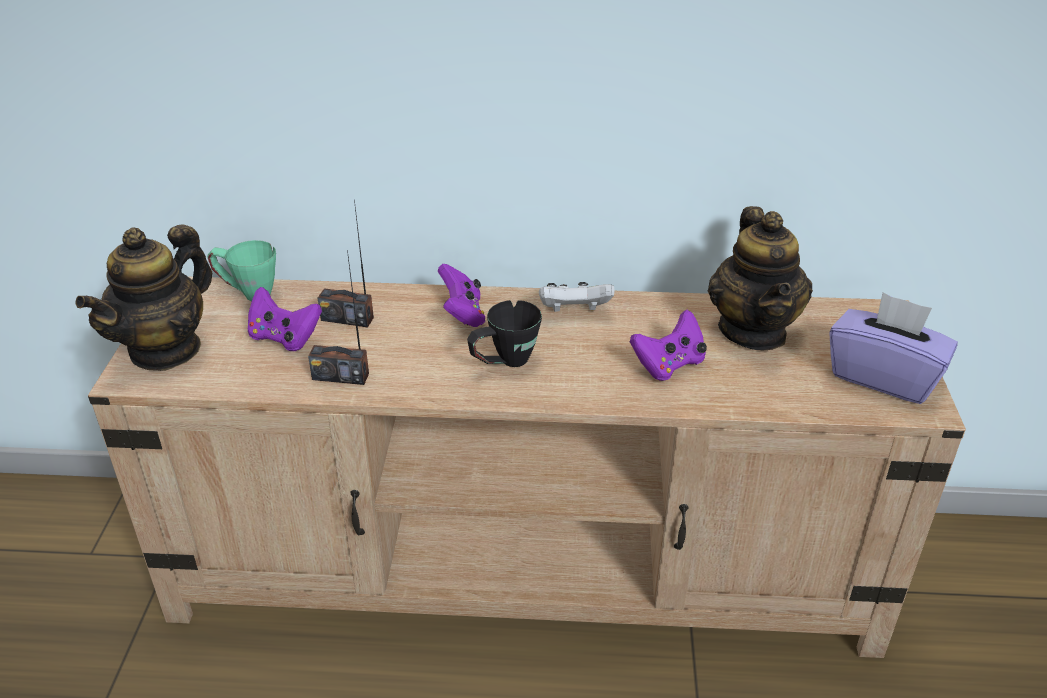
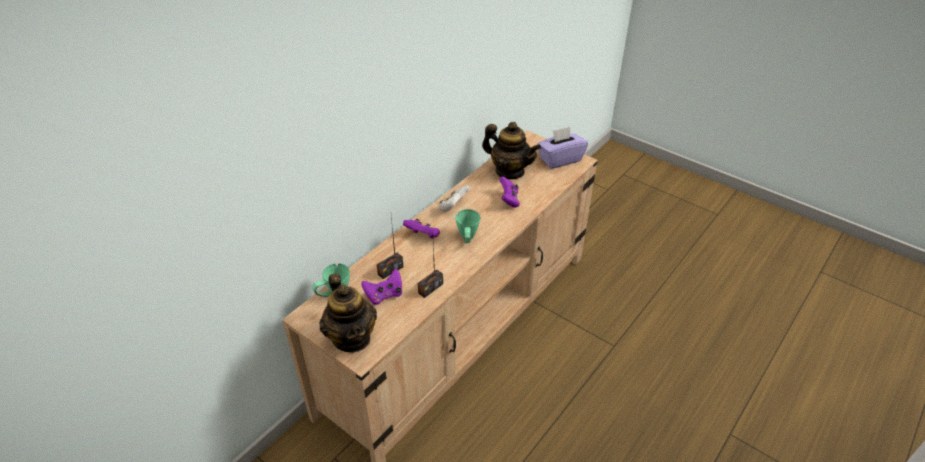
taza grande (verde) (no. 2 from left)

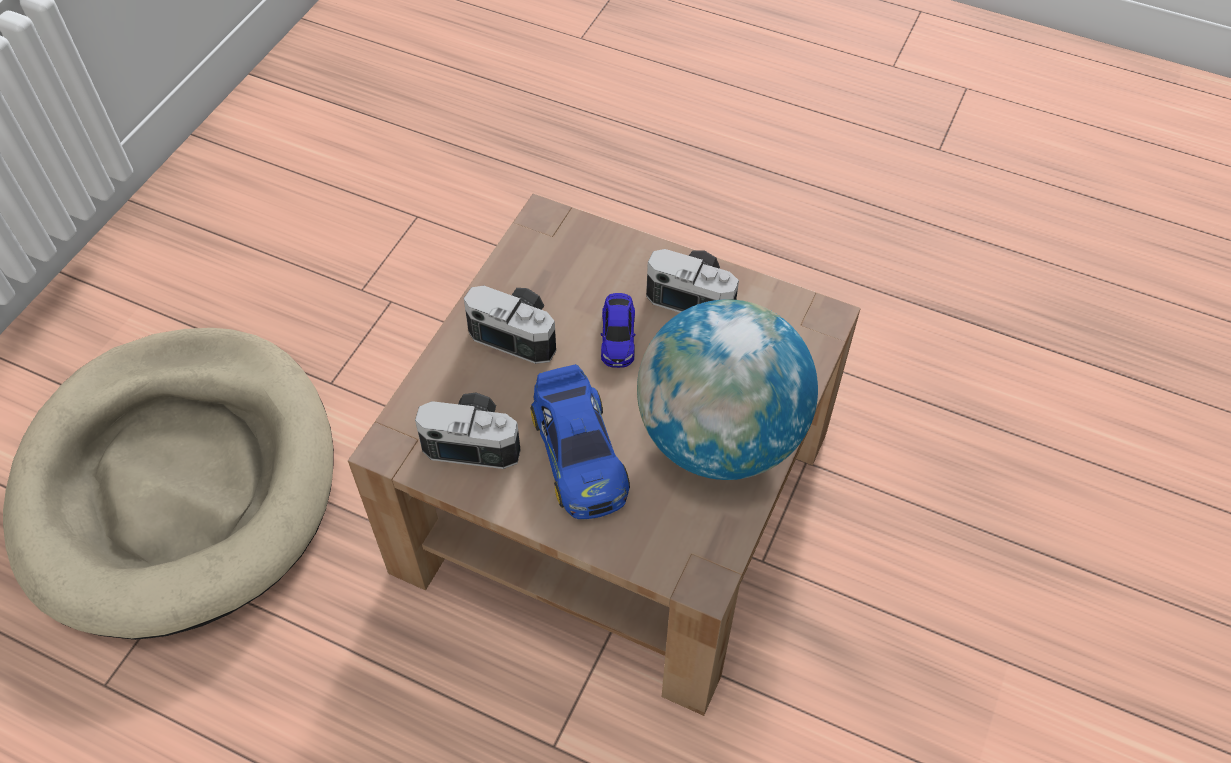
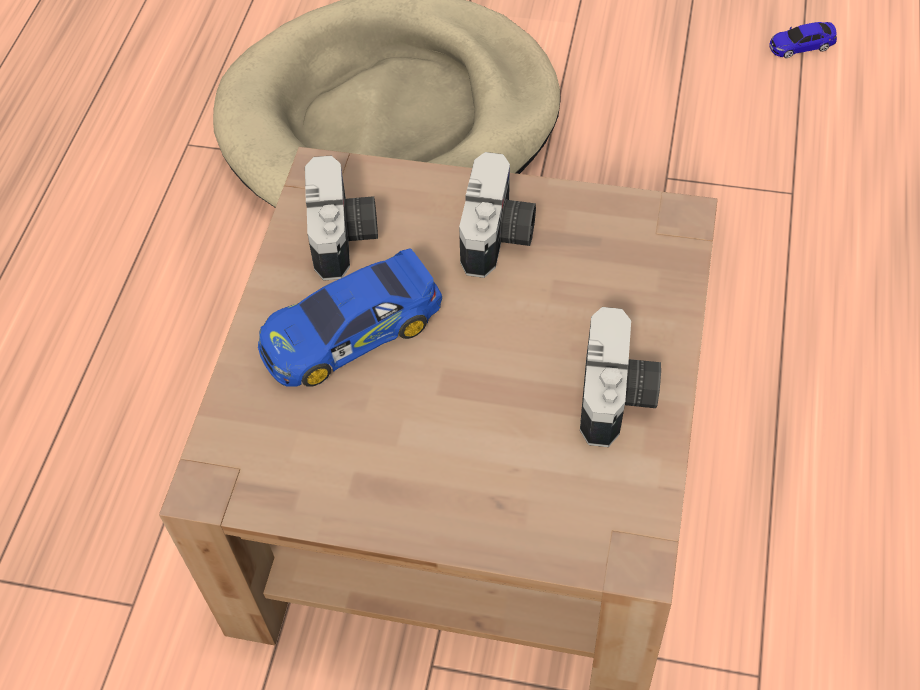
coche de juguete (no. 2 from left)
globo terráqueo

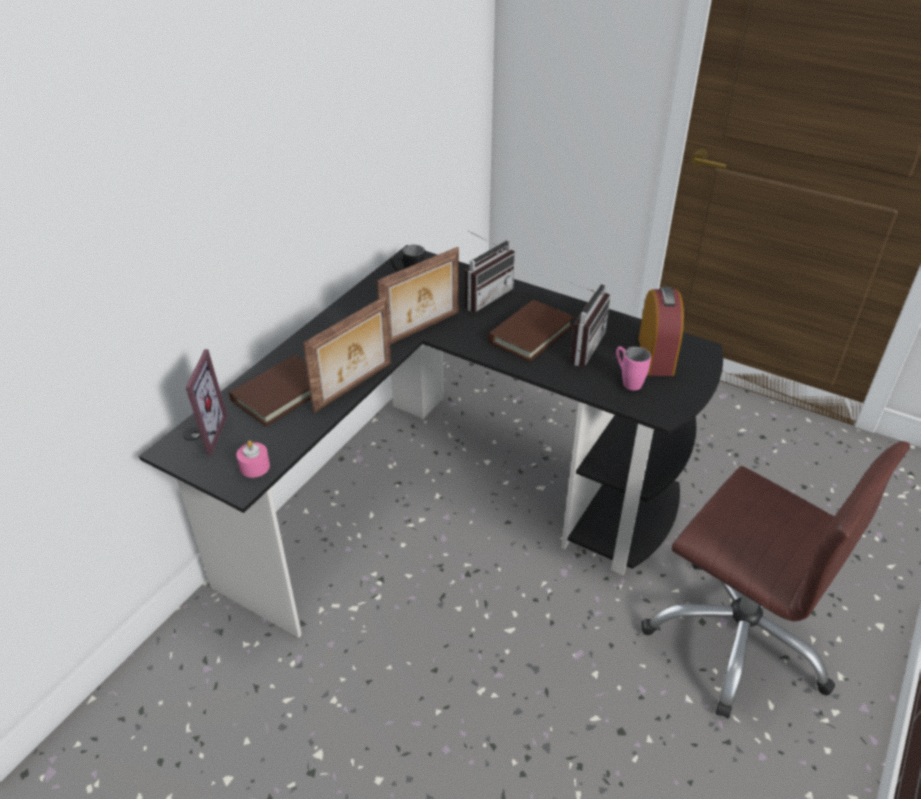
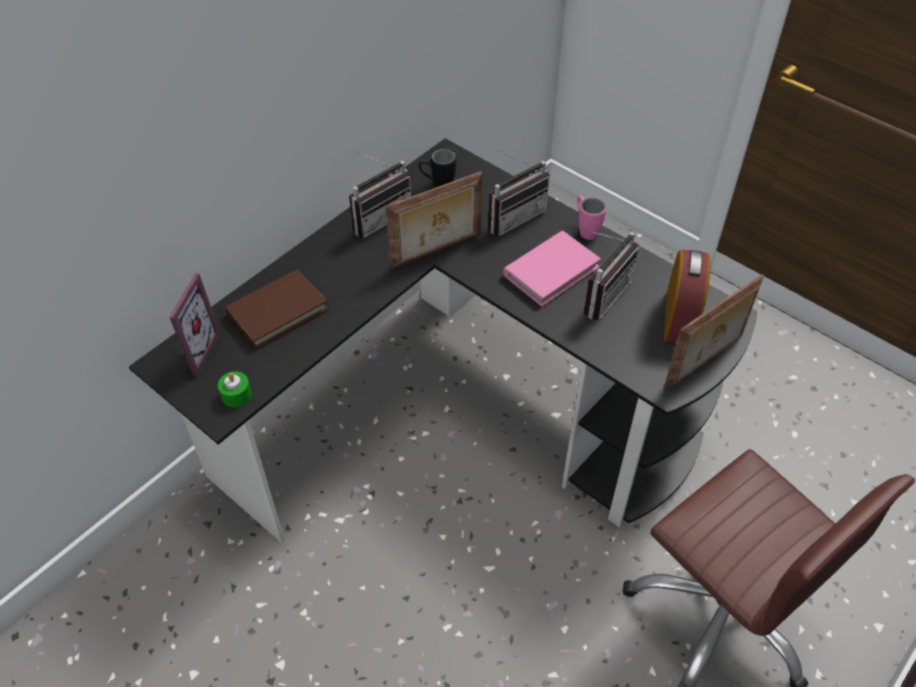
portarretratos (no. 3 from left)
libro (rosa)
taza grande (rosa)
vela (verde)
radio (no. 1 from left)

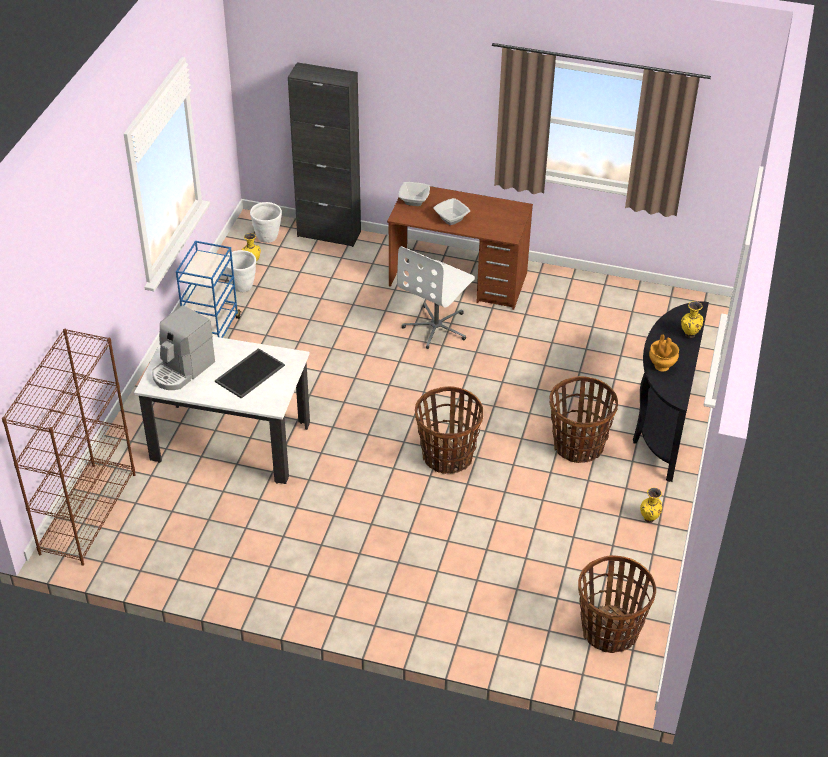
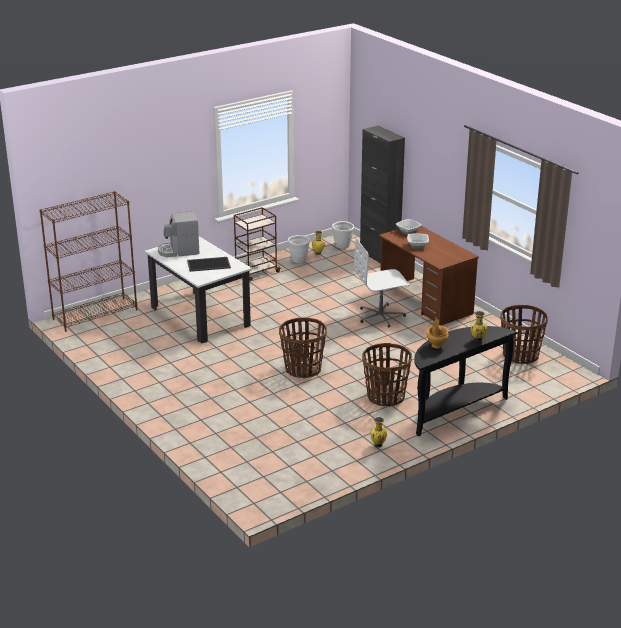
carrito (marrón)
cesta (no. 3 from left)

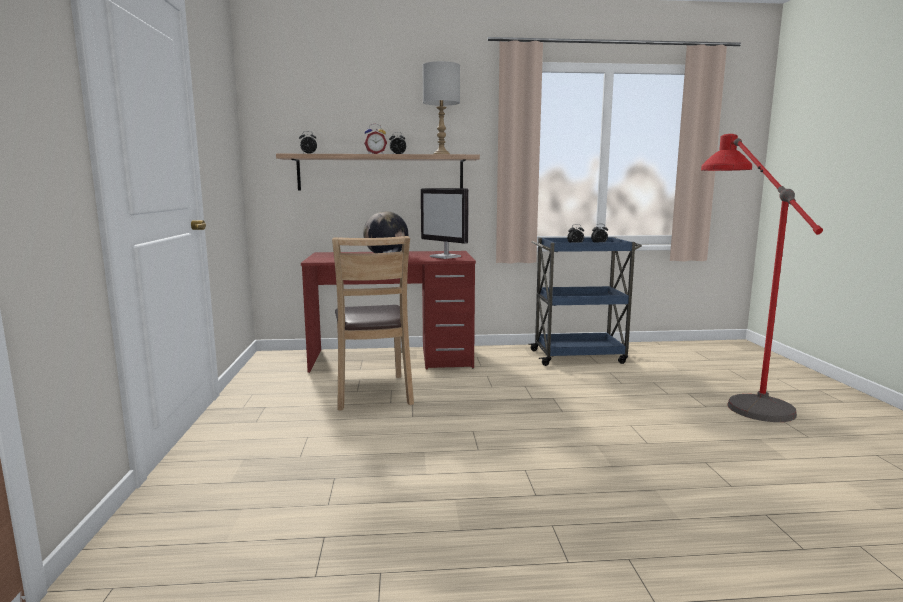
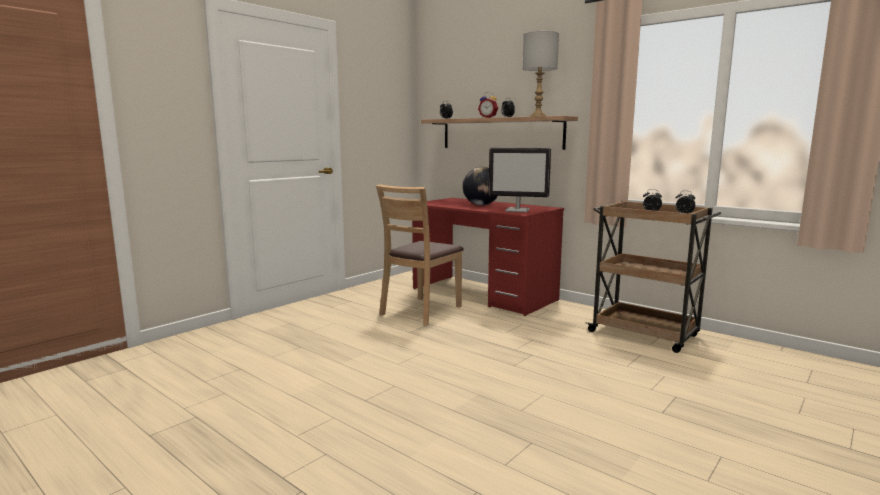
lámpara de pie (rojo)
monitor
carrito (marrón)

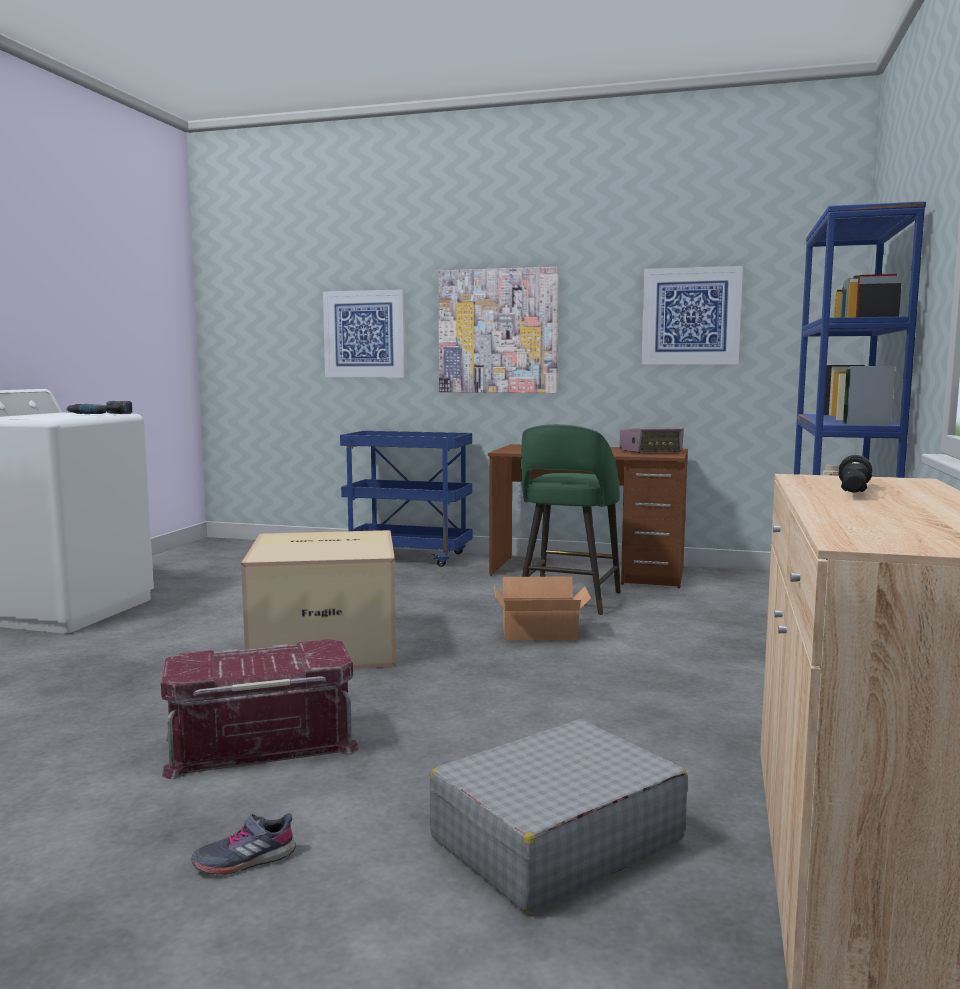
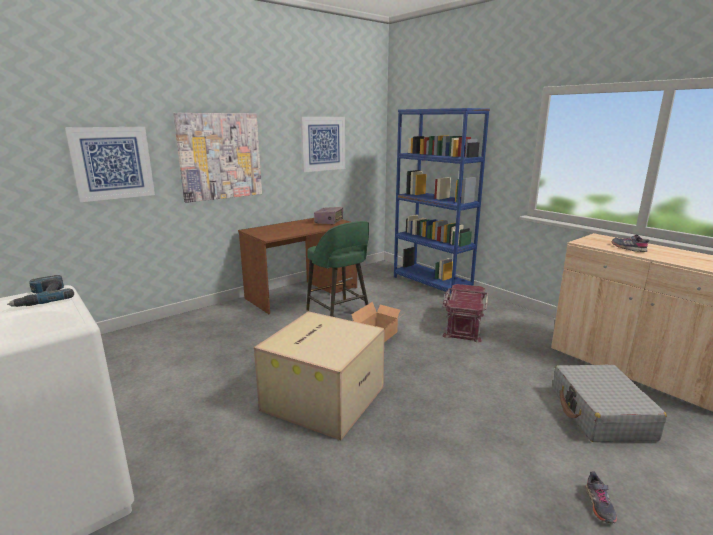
carrito (azul)
zapato (gris) (no. 2 from left)
caja de almacenaje (rojo)

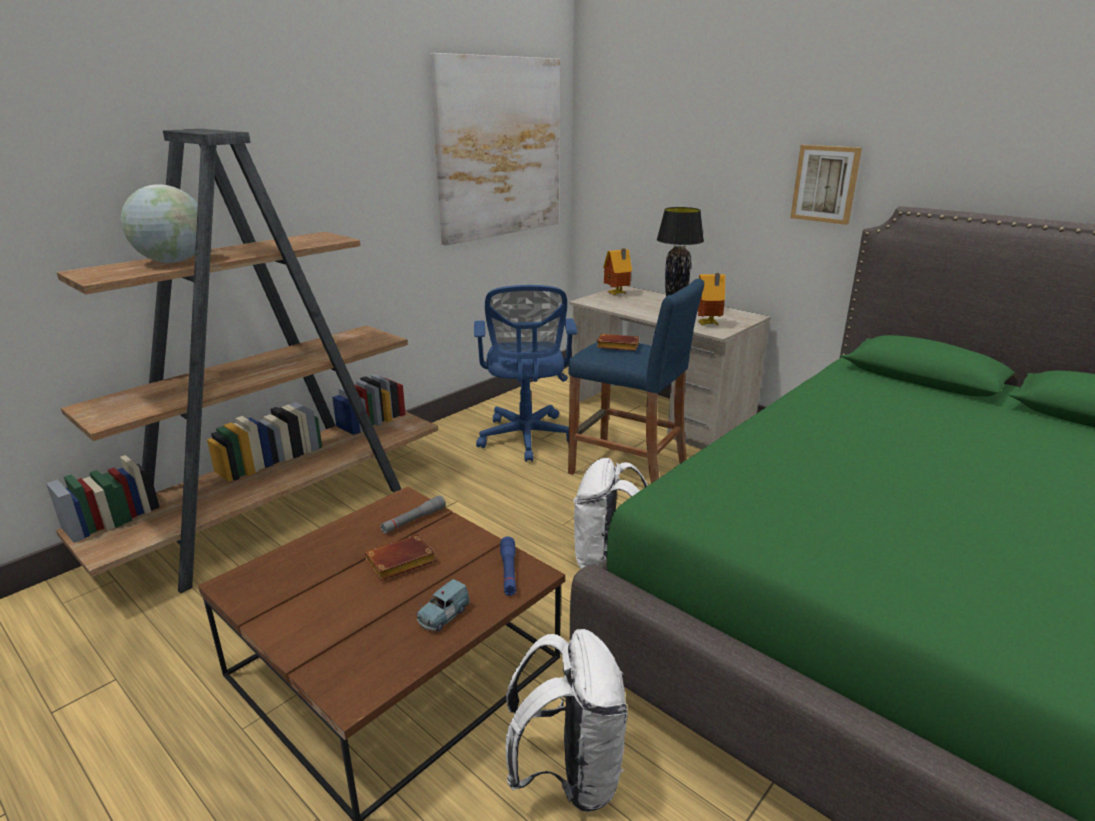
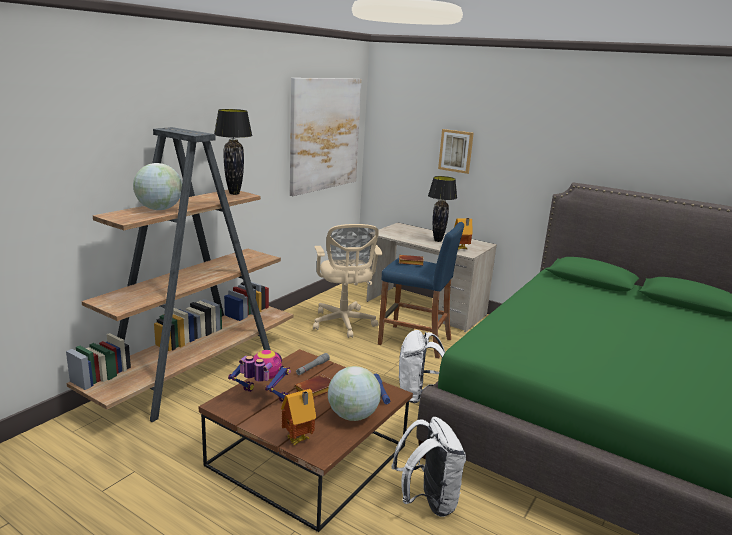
cuadro (no. 2 from left)
casita (no. 1 from left)
silla de oficina (beis)
globo terráqueo (no. 2 from left)
lámpara de mesa (negro) (no. 1 from left)
robot de juguete

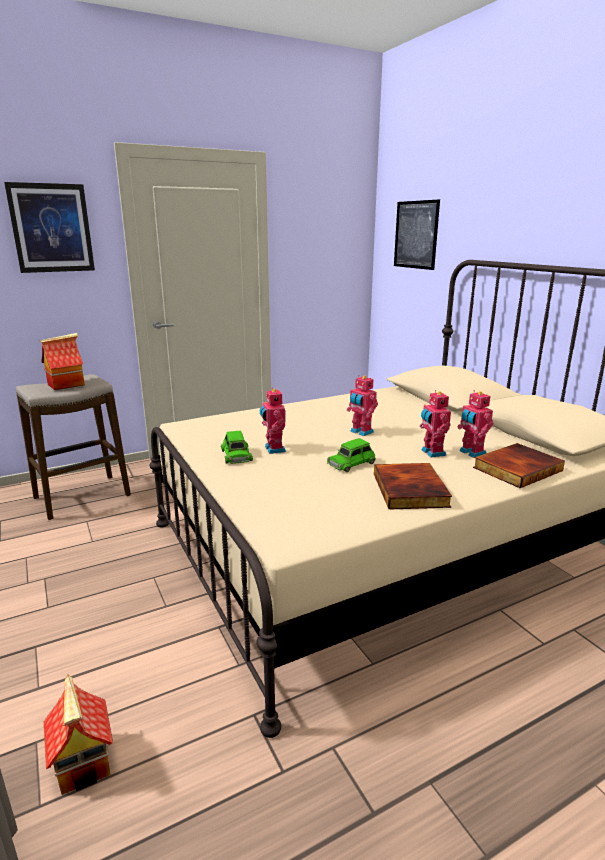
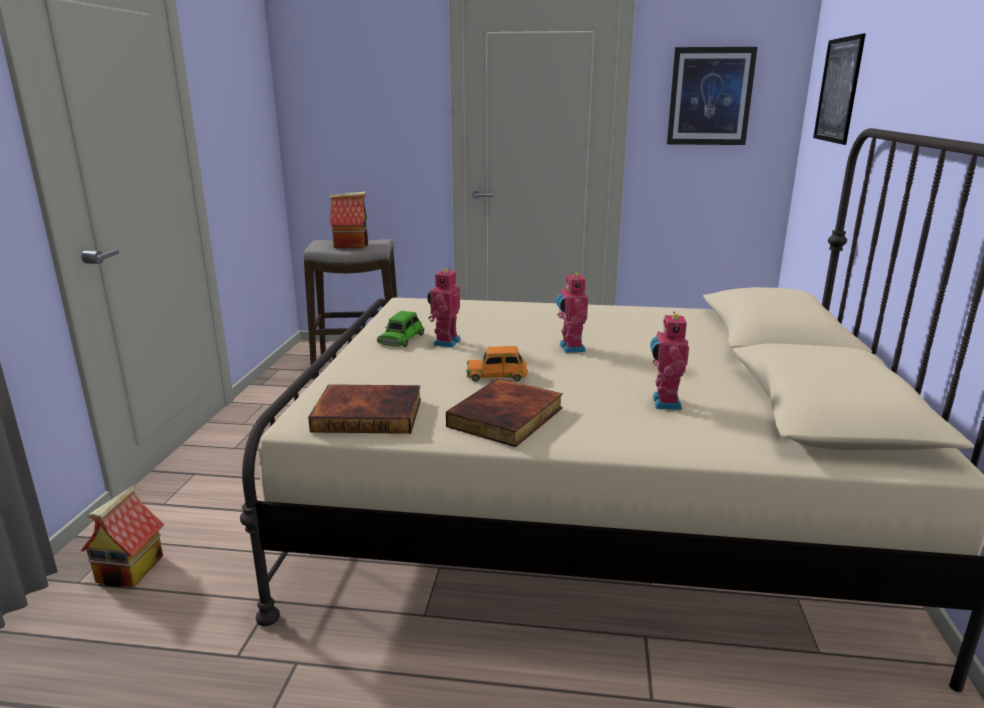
cuadro (no. 1 from left)
robot de juguete (no. 3 from left in the first image)
coche de juguete (naranja)
libro (no. 1 from left)

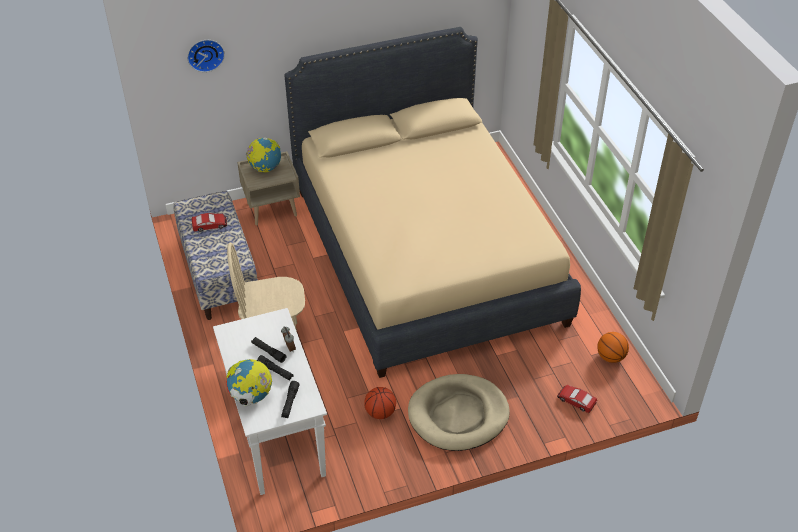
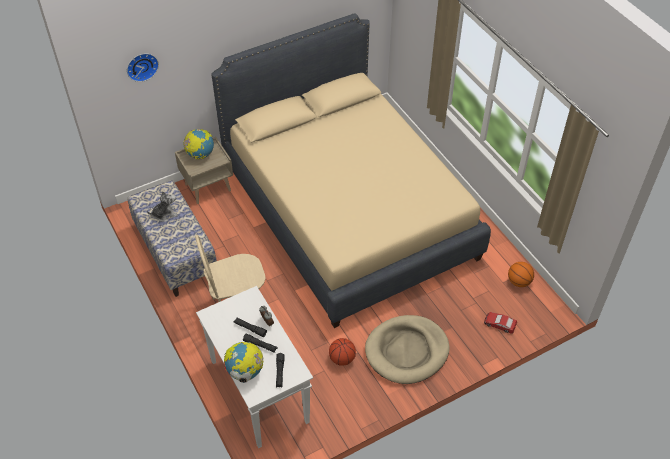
peluche

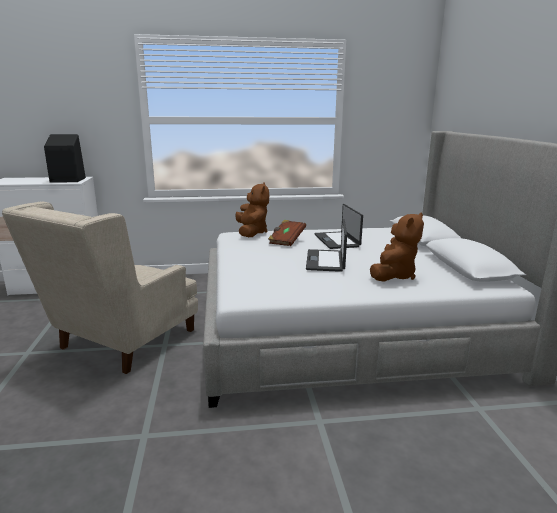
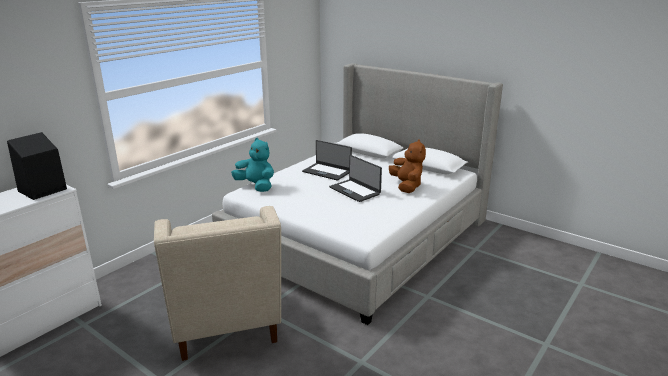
peluche (turquesa)
libro (marrón)

